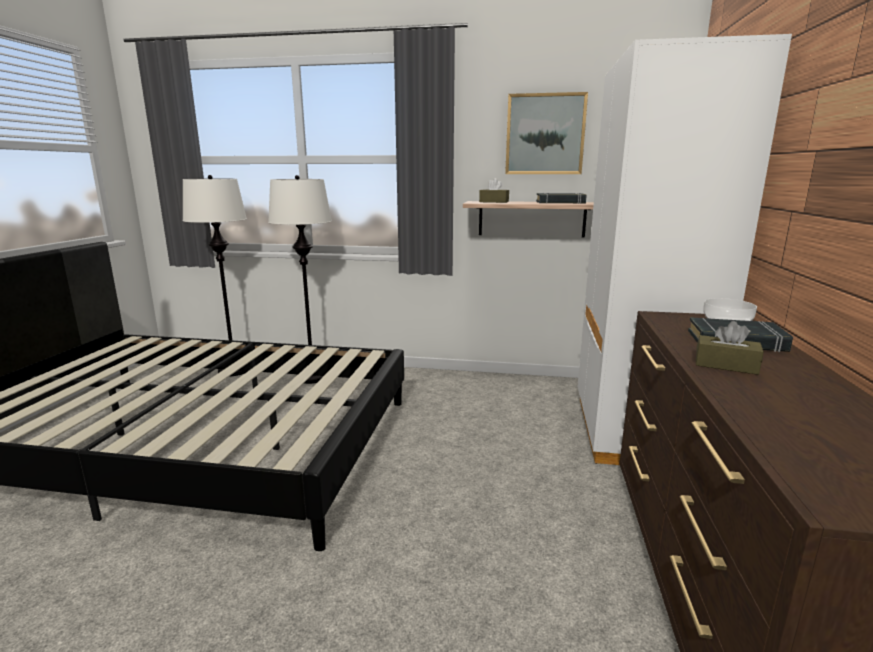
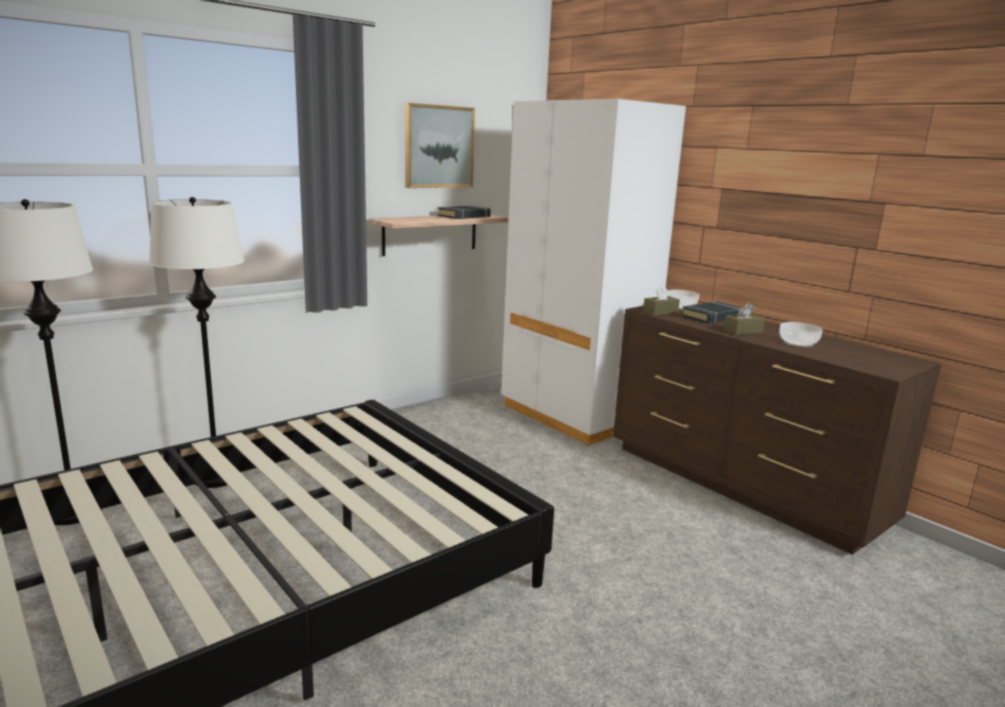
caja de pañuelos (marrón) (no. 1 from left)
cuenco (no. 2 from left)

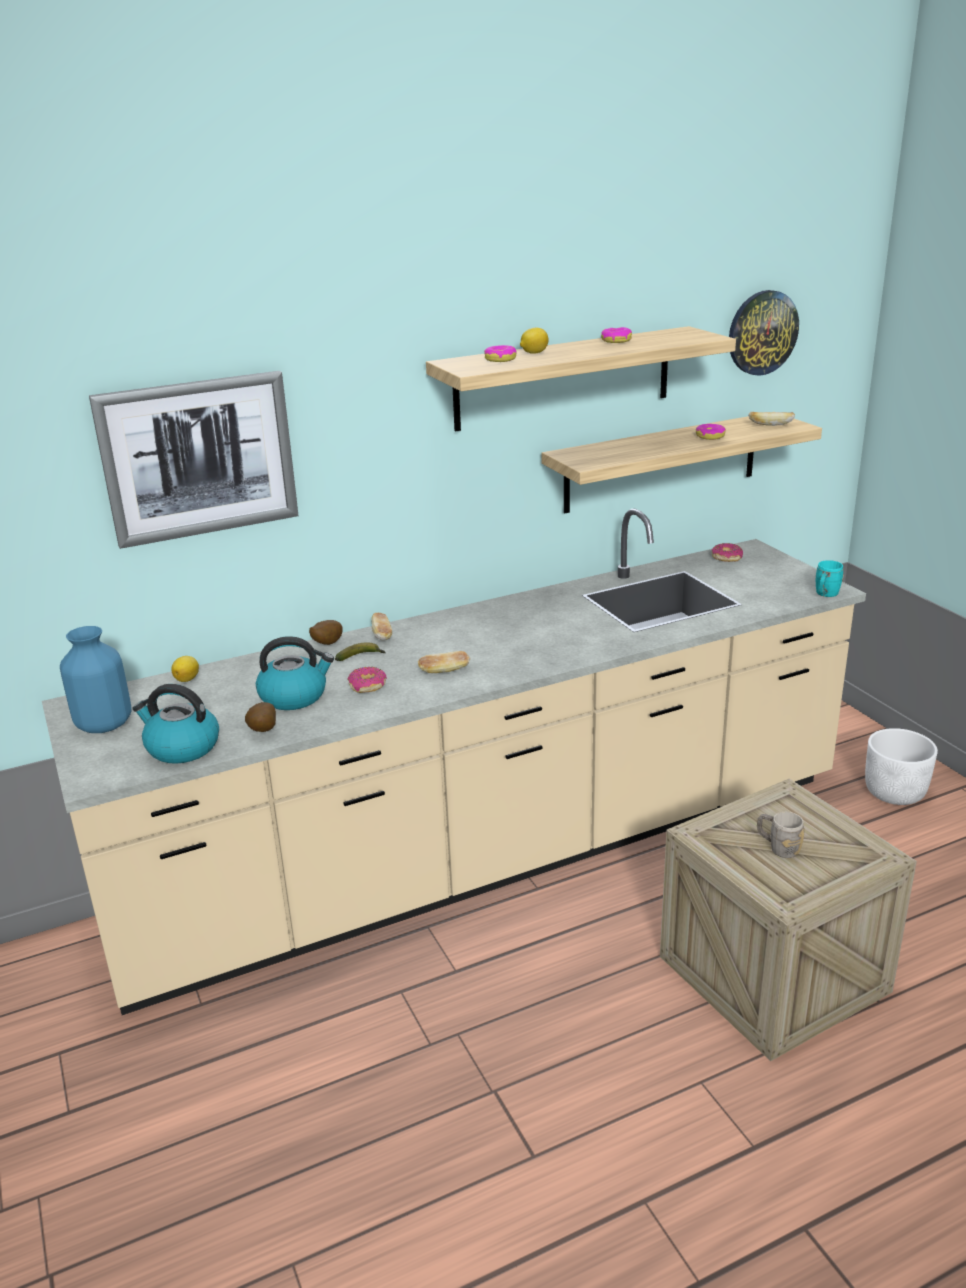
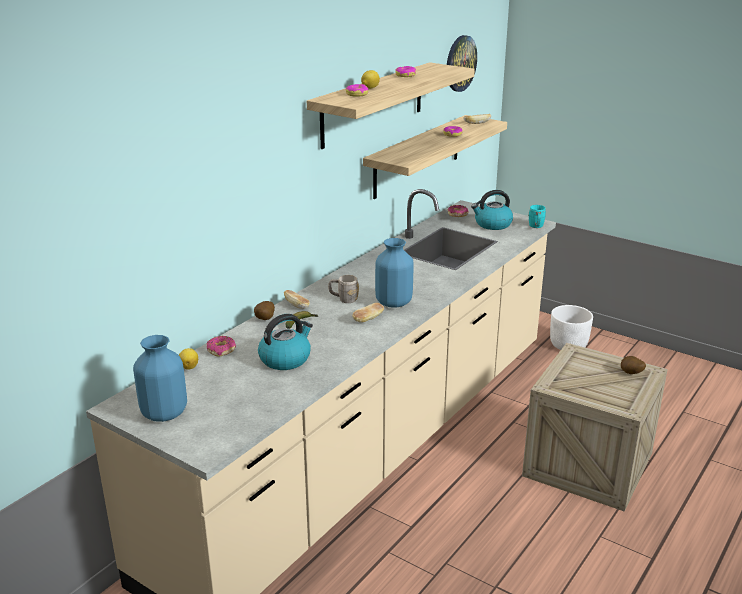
cuadro
rosquilla (no. 1 from left)
hervidor (no. 2 from left)
patata (no. 2 from left)
taza grande (gris)
florero (azul) (no. 2 from left)

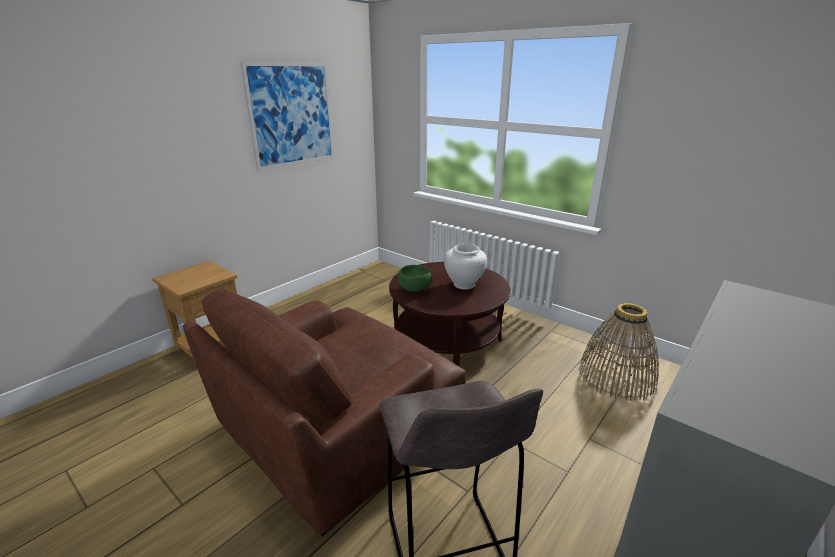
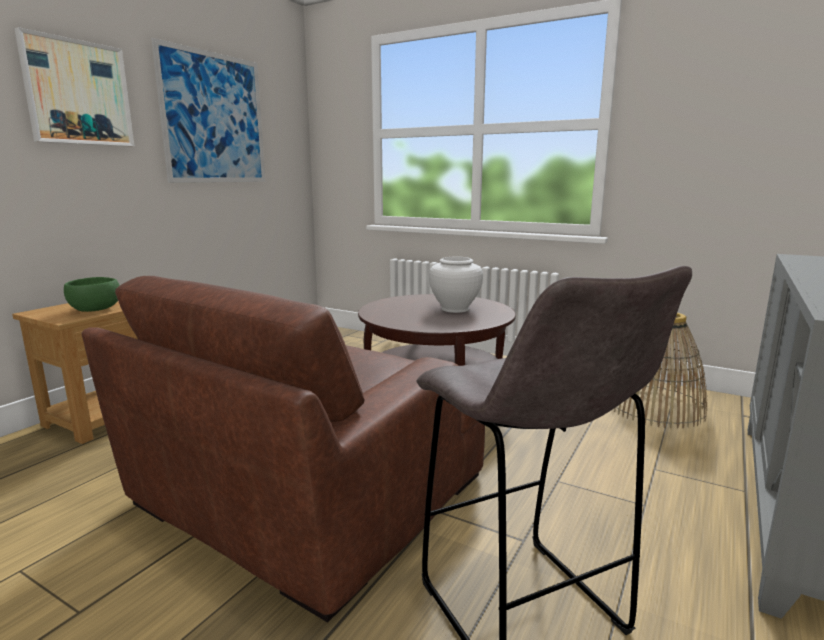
cuenco (verde)
cuadro (no. 1 from left)

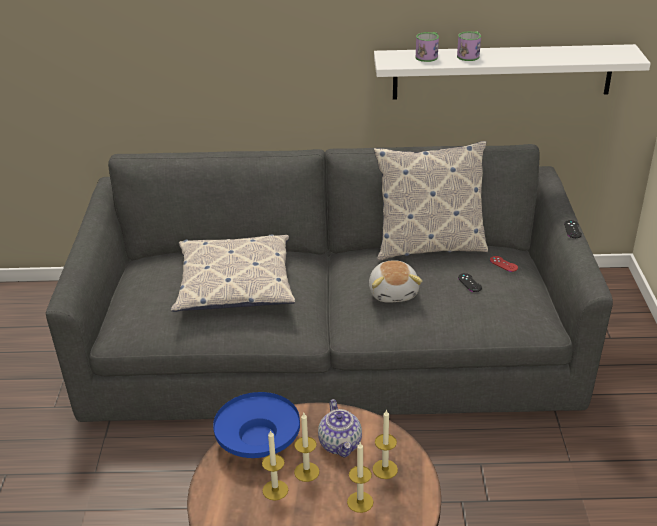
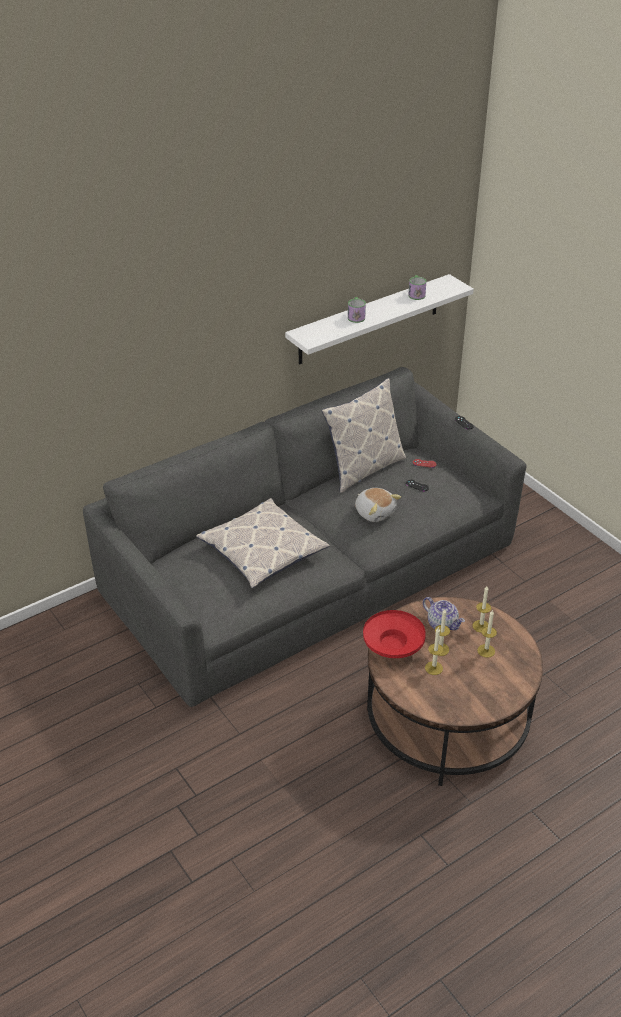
taza grande (no. 2 from left)
cuenco (rojo)

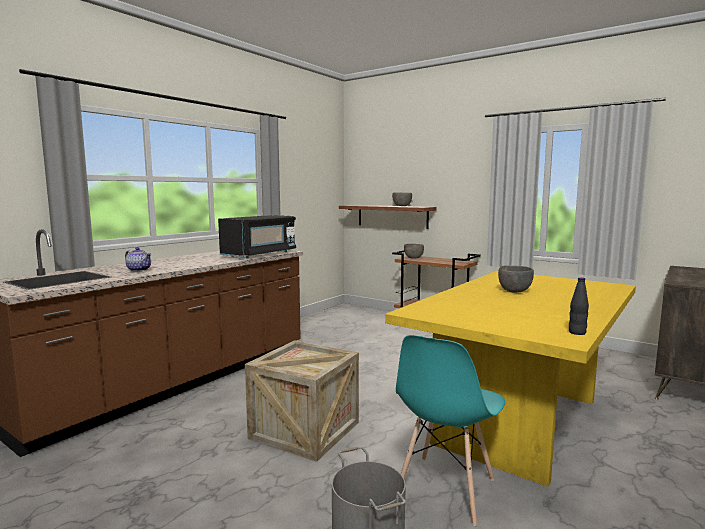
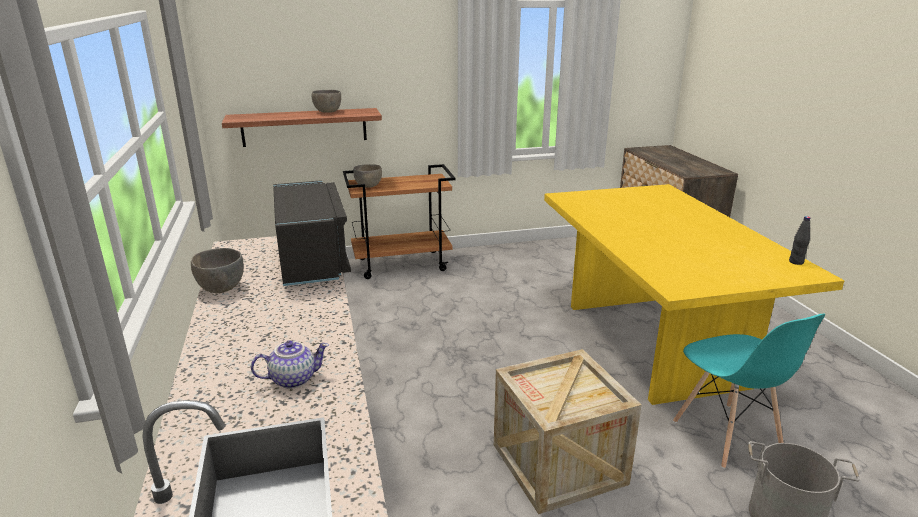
cuenco (gris) (no. 1 from left)

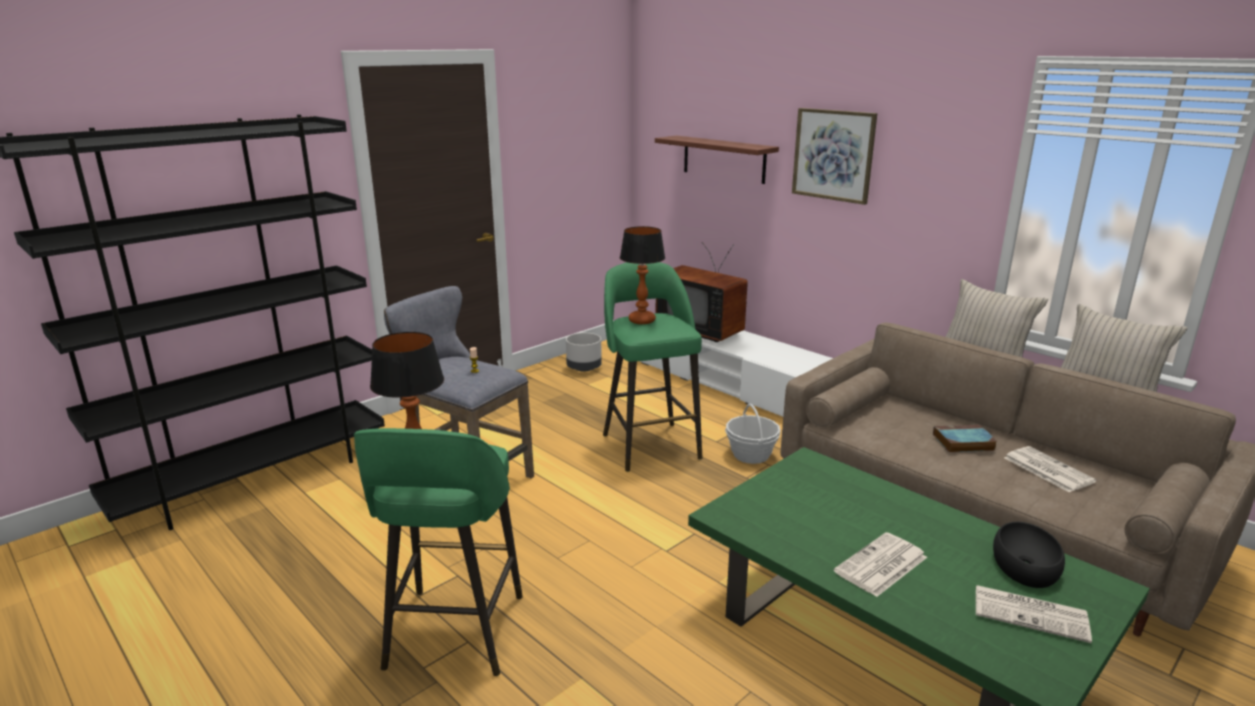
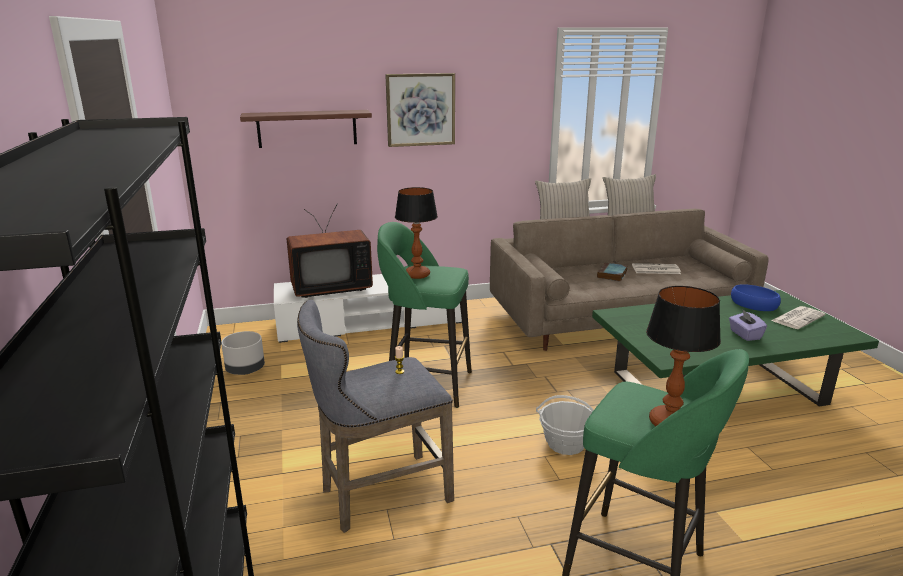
cesta
cuenco (azul)
caja de pañuelos (morado)

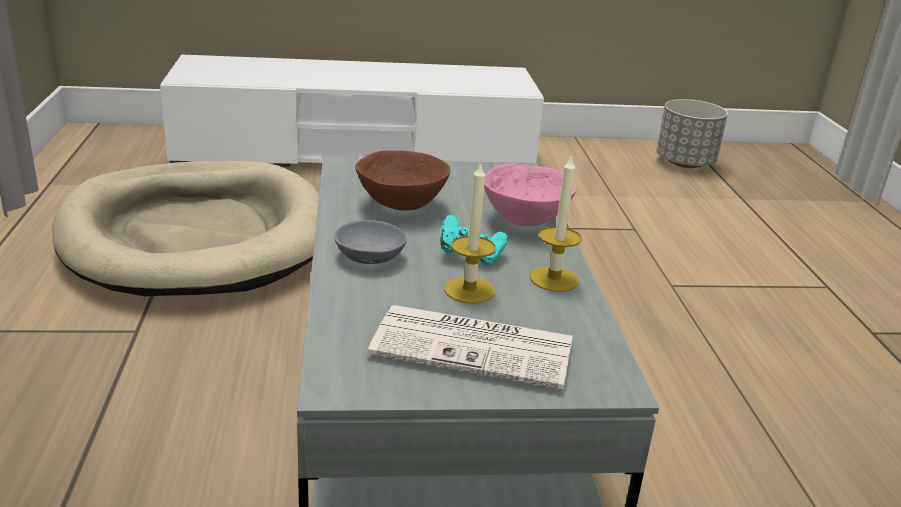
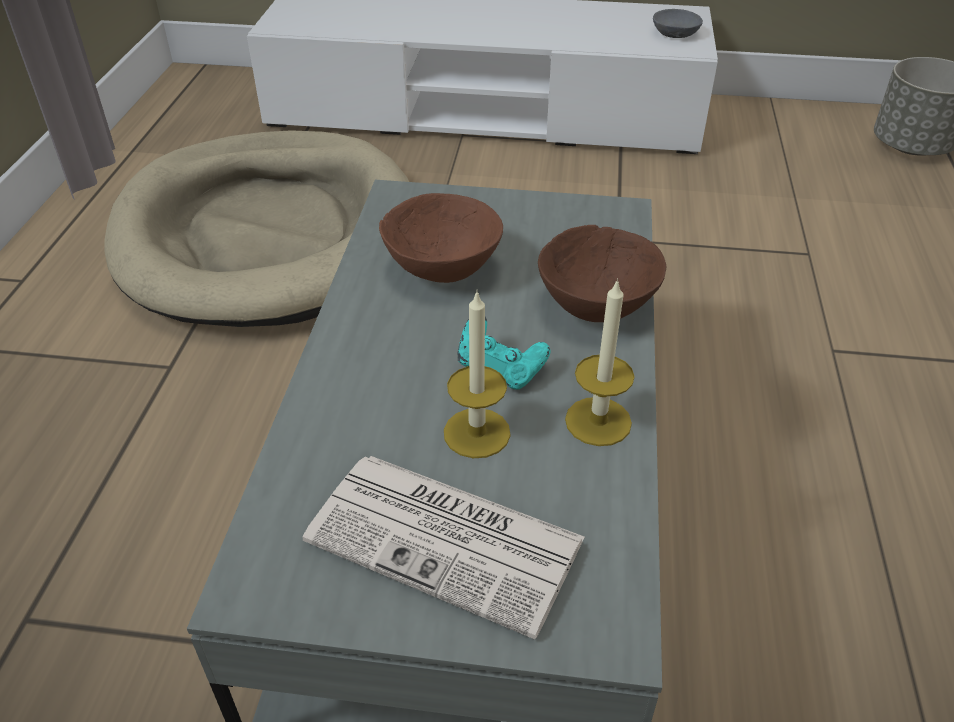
cuenco (marrón) (no. 2 from left)
cuenco (gris)

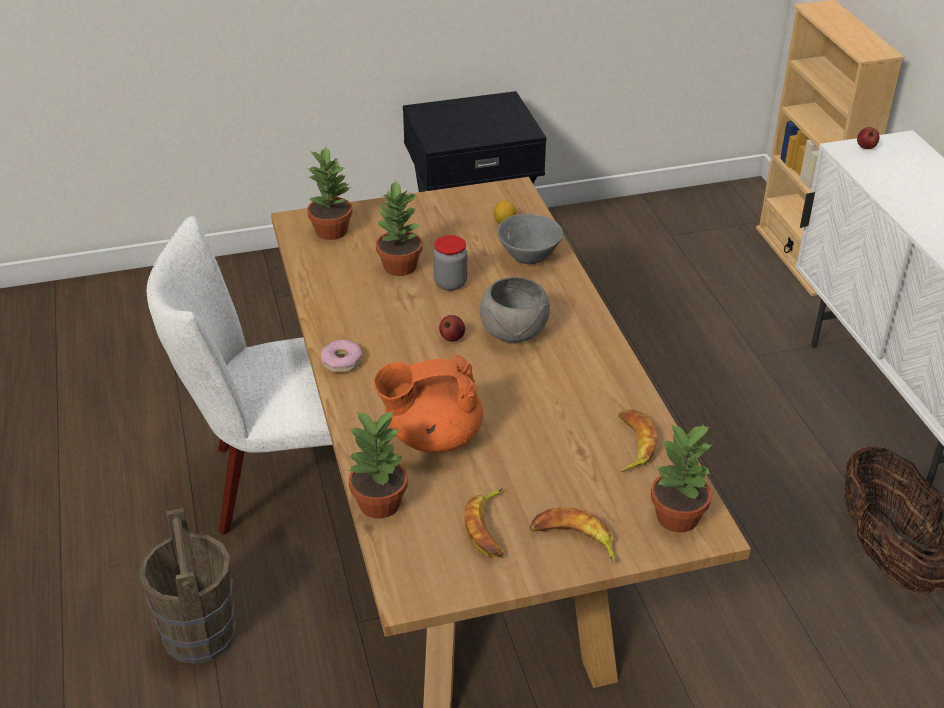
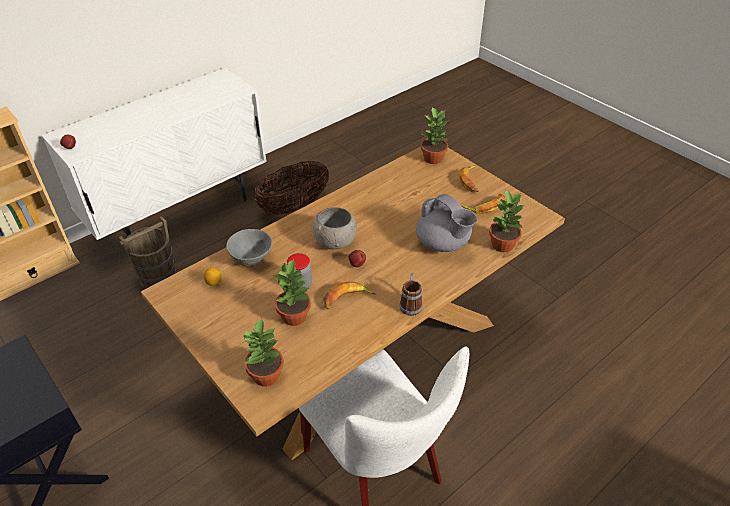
taza grande
tetera (gris)
plátano (no. 1 from left)
cubo (marrón)

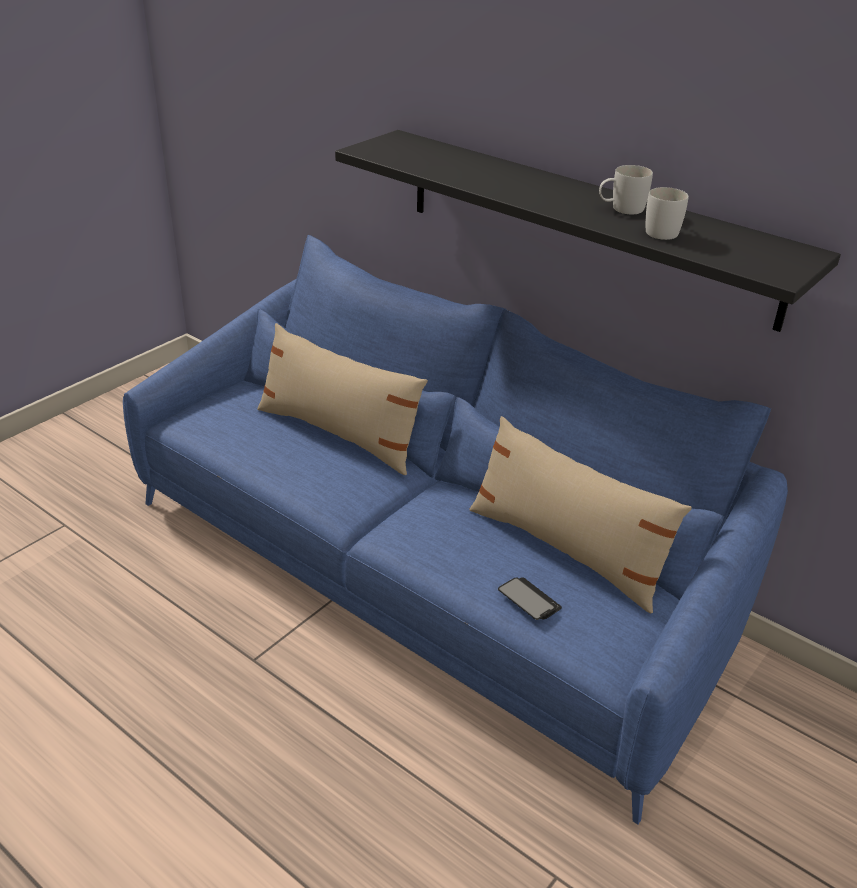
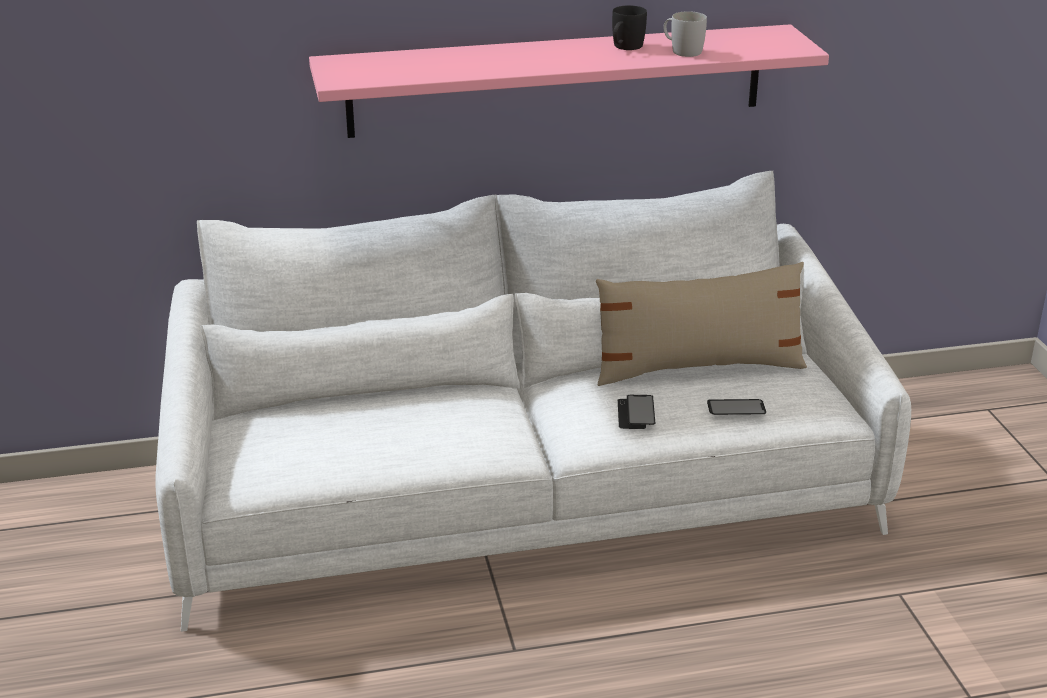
estante (rosa)
taza grande (negro)
sofá (blanco)
cojín (beis) (no. 1 from left in the first image)
móvil (no. 1 from left)

